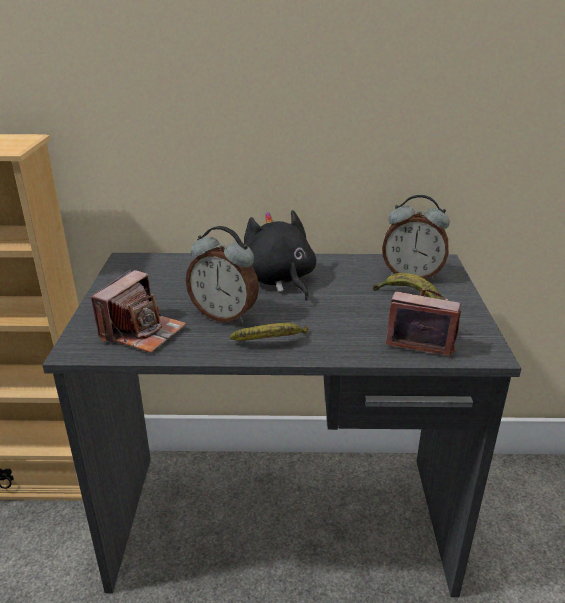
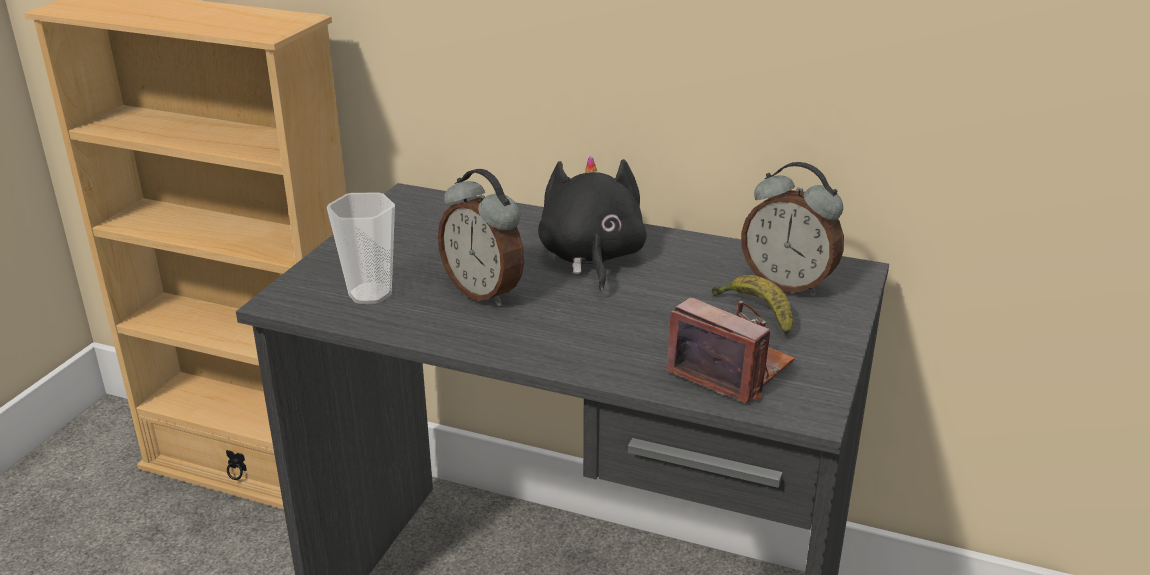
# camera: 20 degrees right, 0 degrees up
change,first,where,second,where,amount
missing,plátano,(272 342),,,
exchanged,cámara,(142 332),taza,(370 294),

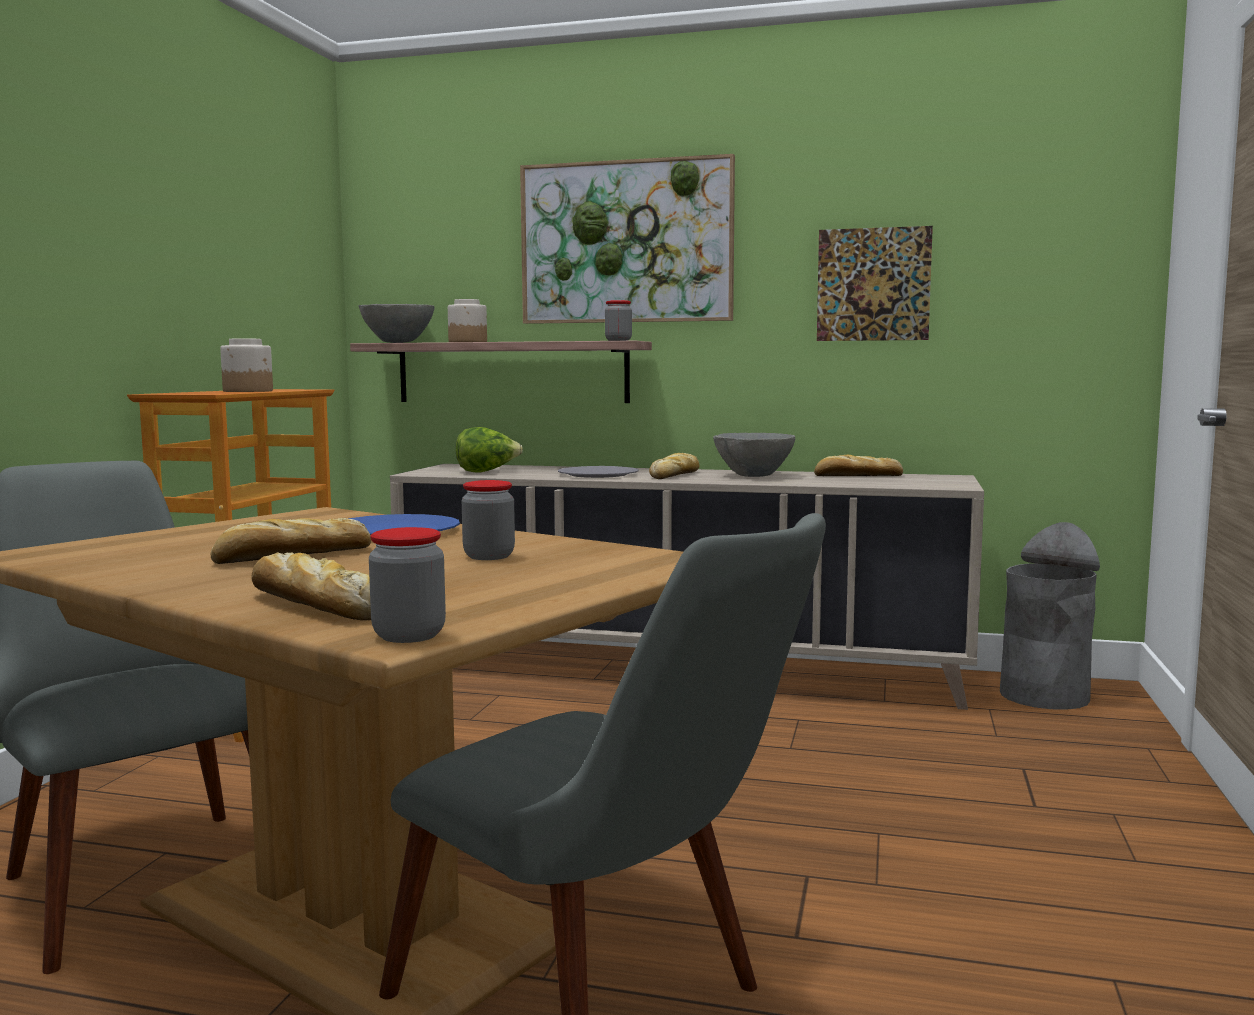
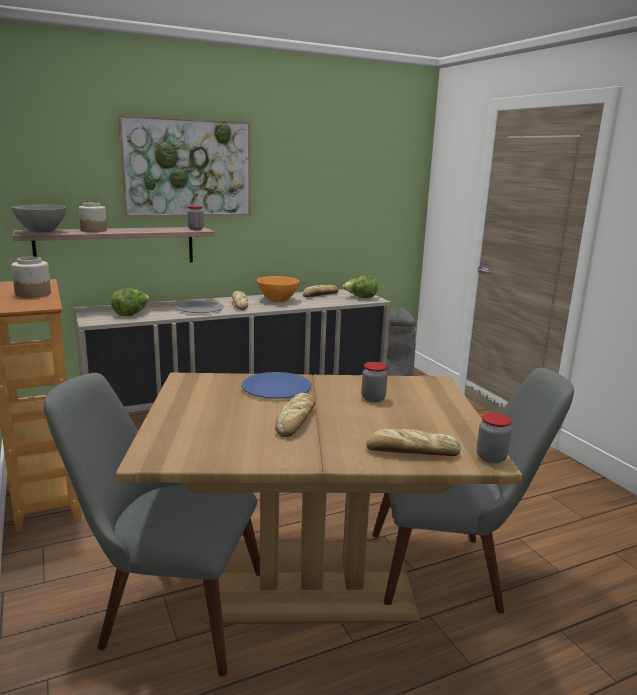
# camera: 40 degrees left, 10 degrees up
change,first,where,second,where,amount
missing,cuadro,(873 284),,,
appeared,,,lechuga,(361 298),
colour,cuenco/gris,(753 476),cuenco/naranja,(277 300),

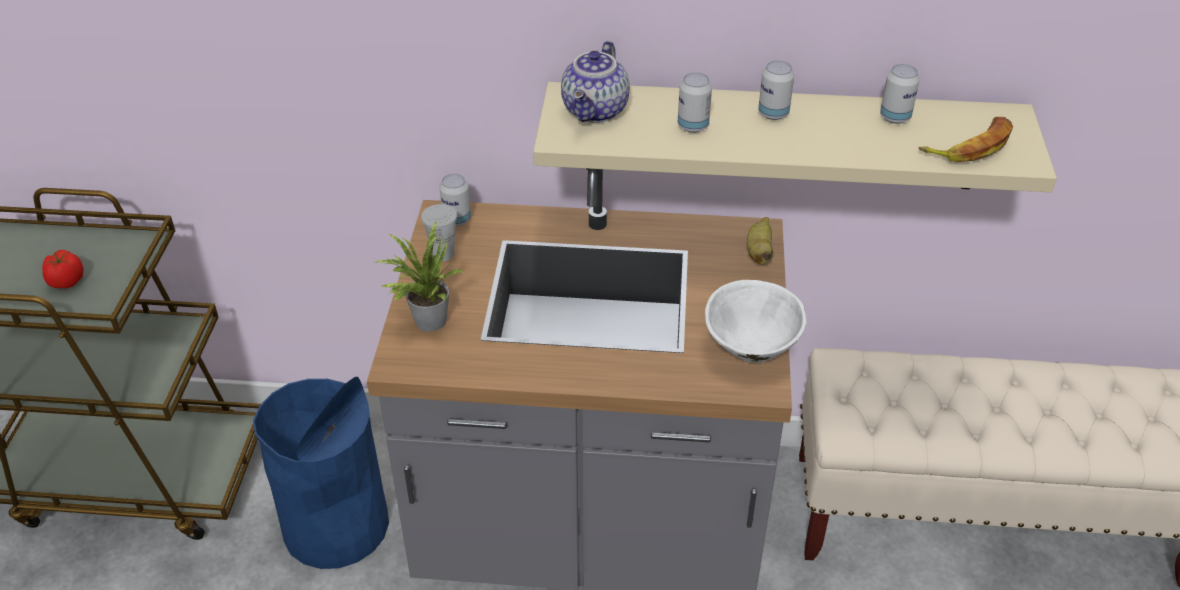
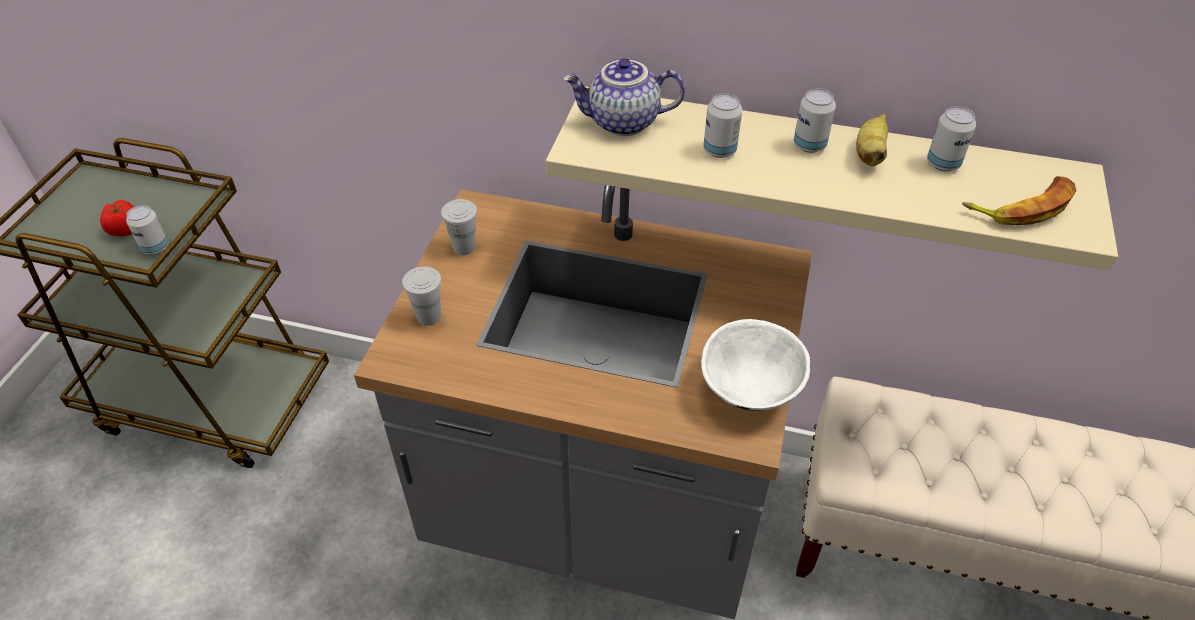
# camera: 10 degrees right, 5 degrees up
change,first,where,second,where,amount
missing,papelera/azul,(336 525),,,
relocated,lata,(457 220),,(155 248),
relocated,plátano,(759 253),,(869 154),
exchanged,planta en maceta,(426 320),taza/blanco,(429 316),
spun,tetera,(596 111),,(622 123),60 degrees clockwise

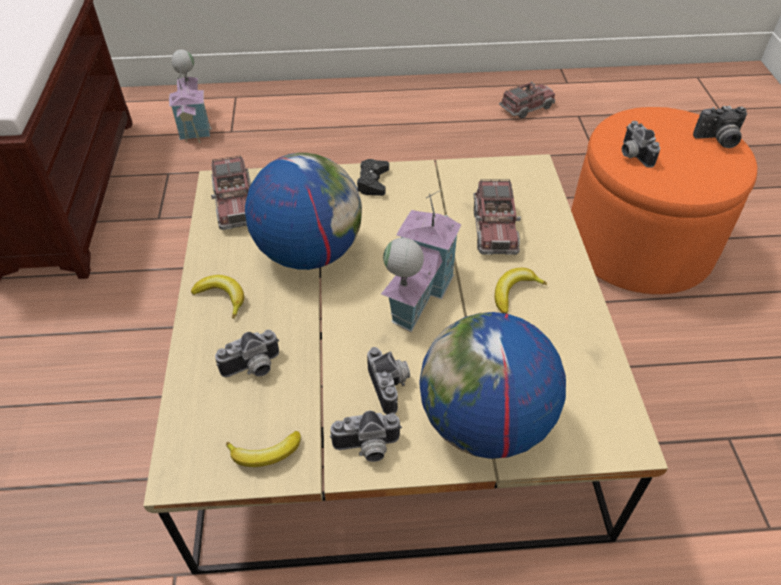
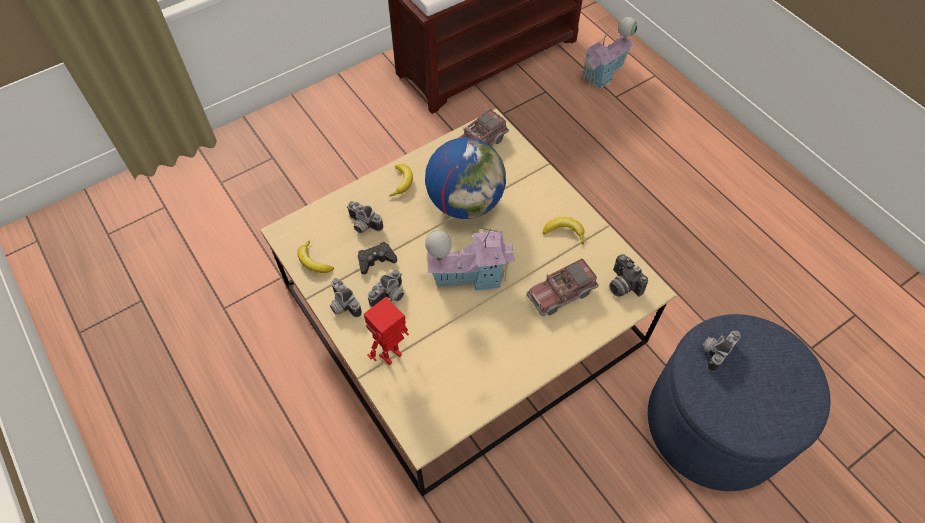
# camera: 60 degrees right, 10 degrees up
change,first,where,second,where,amount
missing,camión de juguete,(526 107),,,
relocated,mando de consola/negro,(372 182),,(376 260),
relocated,plátano,(514 292),,(564 232),
relocated,cámara,(718 140),,(622 285),
exchanged,globo terráqueo,(484 423),robot de juguete,(391 355),
colour,puf/naranja,(638 245),puf/azul,(714 424),

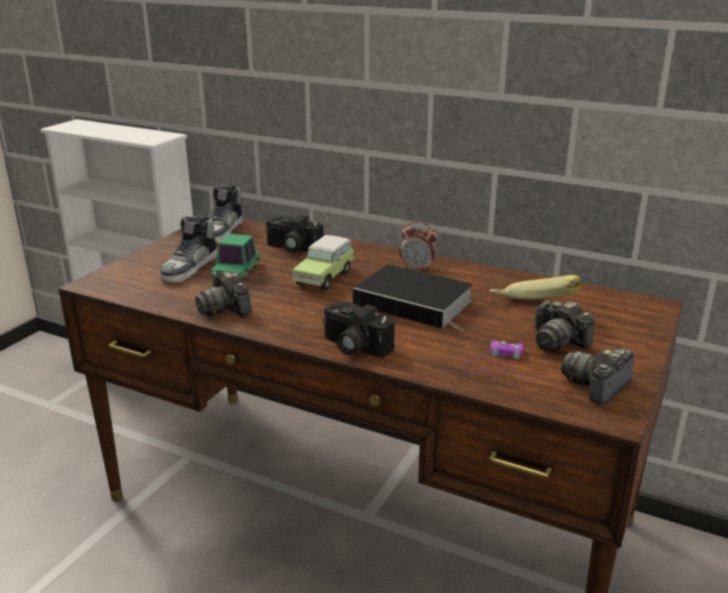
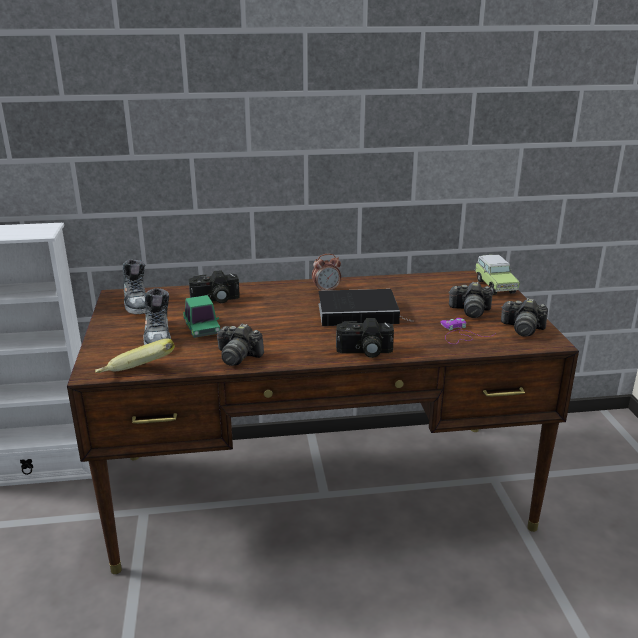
# camera: 35 degrees left, 0 degrees up
change,first,where,second,where,amount
relocated,coche de juguete,(325 277),,(494 286),
relocated,plátano,(532 308),,(137 376),
spun,cámara,(597 386),,(522 329),75 degrees counterclockwise

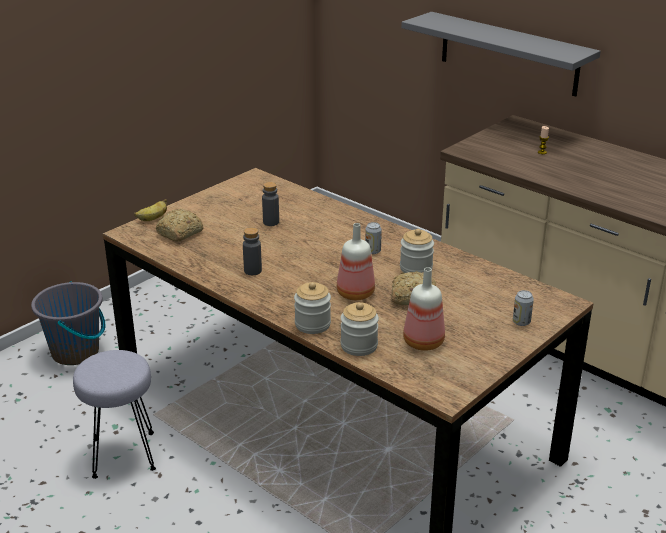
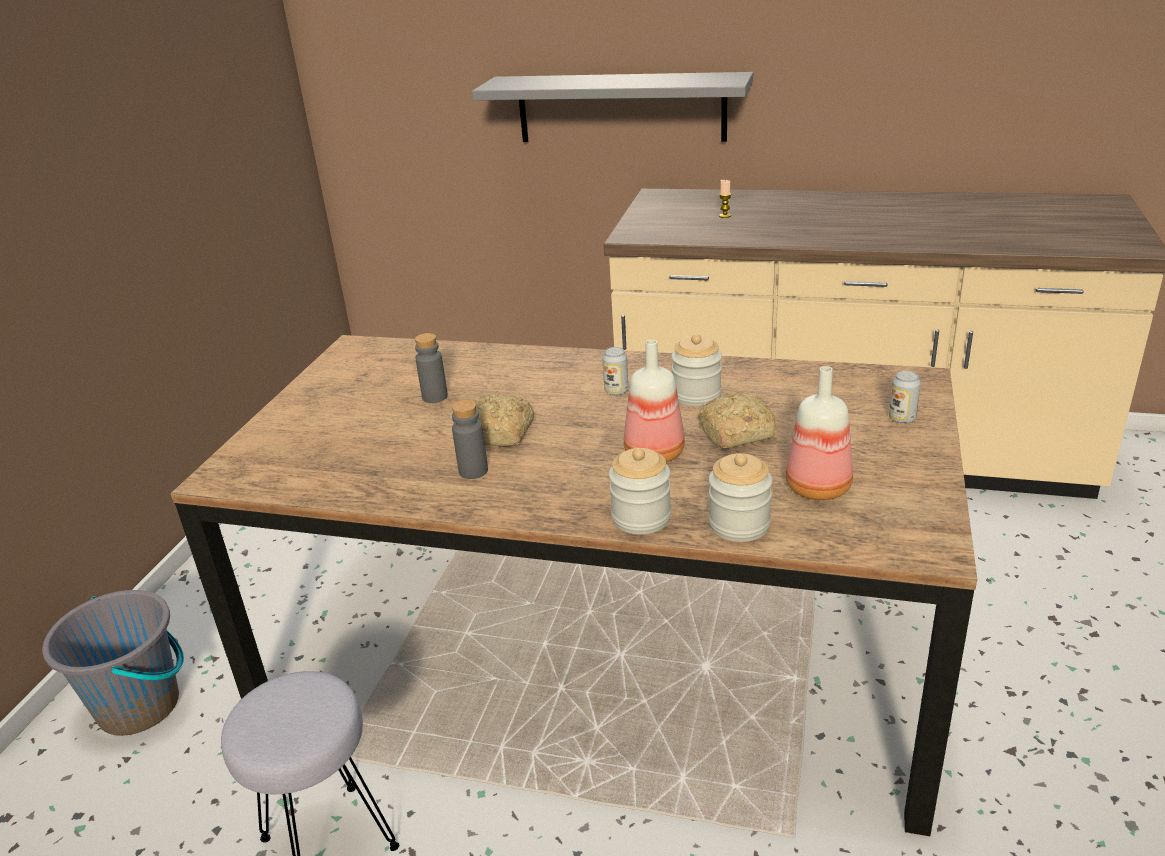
# camera: 25 degrees left, 0 degrees up
change,first,where,second,where,amount
missing,plátano,(152 219),,,
relocated,pan,(178 233),,(499 434),

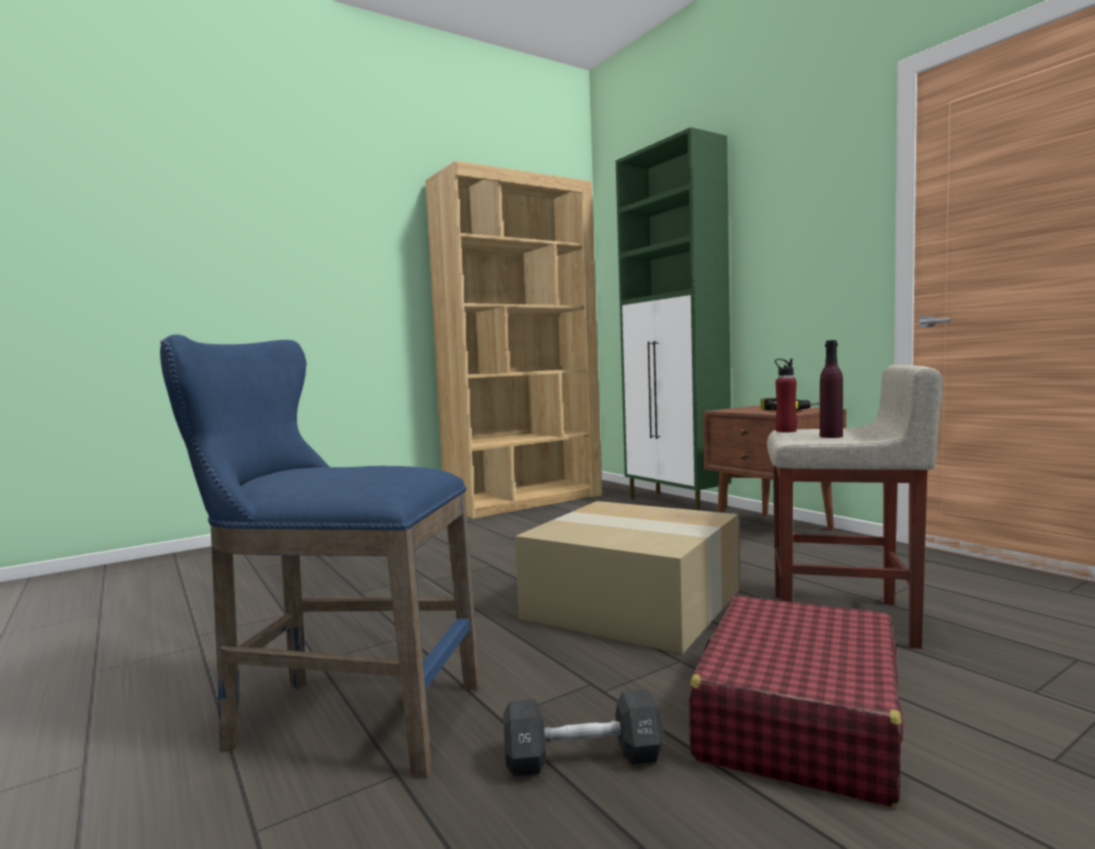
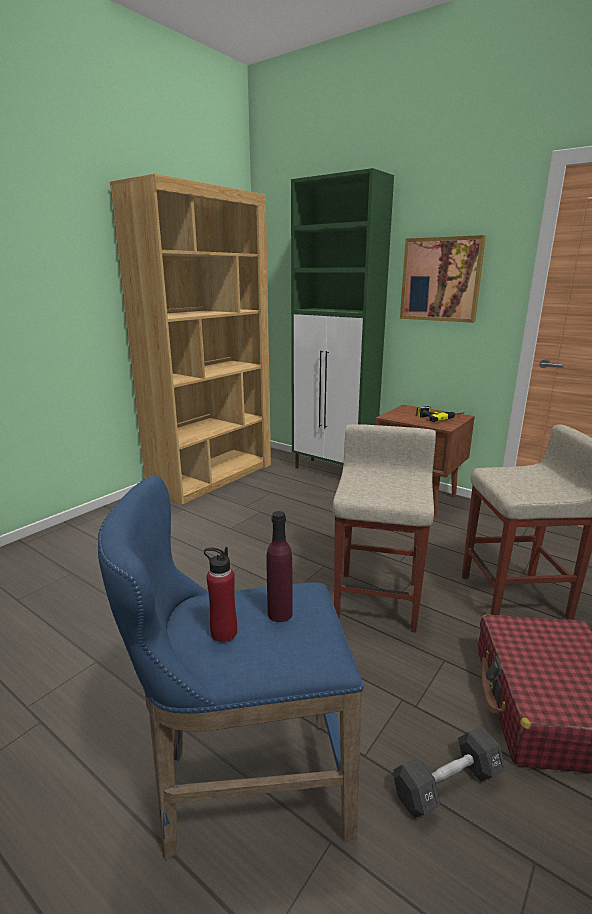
# camera: 20 degrees left, 15 degrees up
change,first,where,second,where,amount
appeared,,,cuadro,(441 279),
relocated,botella/rojo,(786 431),,(223 633),
relocated,botella/morado,(831 436),,(280 613),
exchanged,caja de cartón,(636 603),taburete/beis,(377 599),

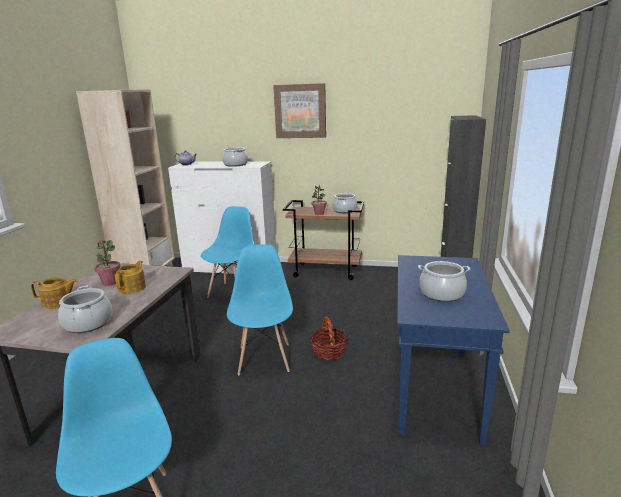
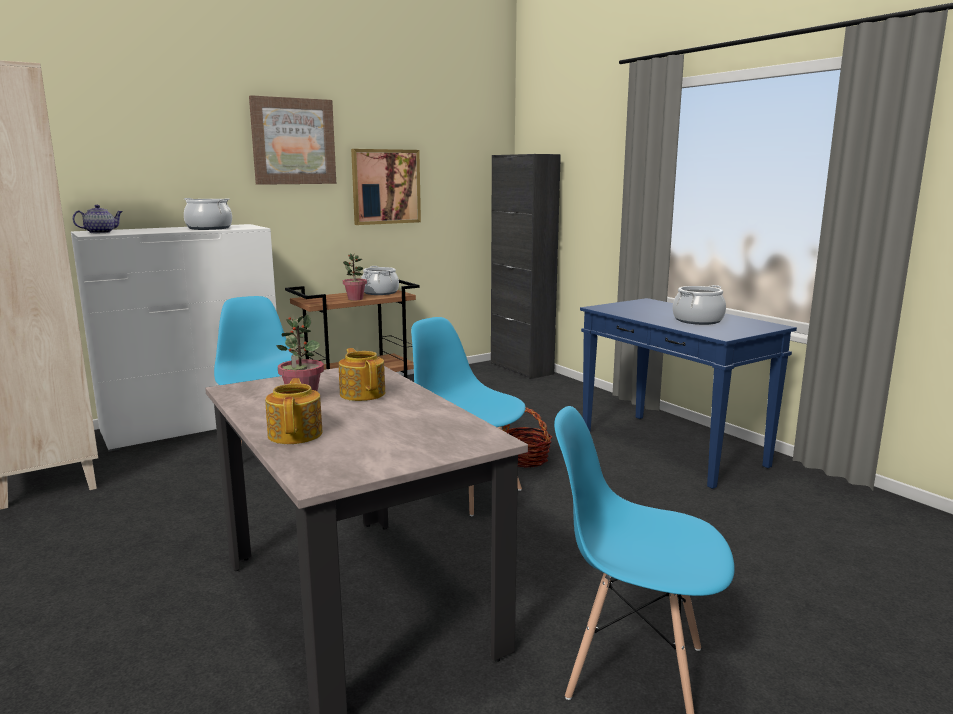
# camera: 45 degrees left, 5 degrees down
change,first,where,second,where,amount
missing,olla,(88 323),,,
appeared,,,cuadro,(386 186),
spun,tetera,(58 303),,(296 434),45 degrees counterclockwise

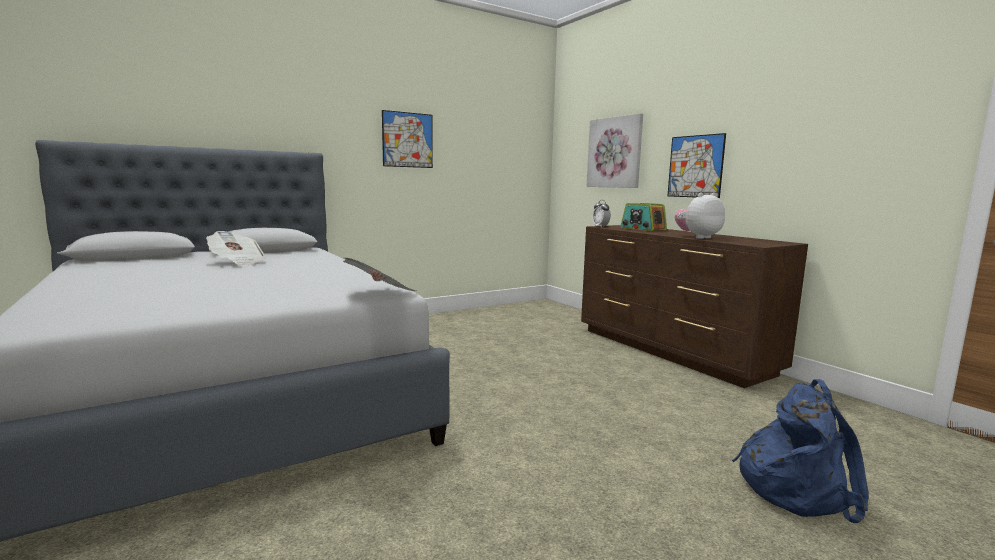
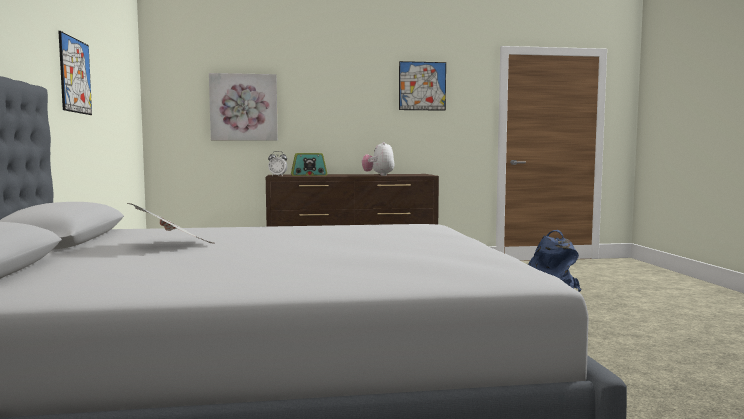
# camera: 65 degrees left, 5 degrees down
change,first,where,second,where,amount
missing,periódico,(381 294),,,
relocated,cuadro,(695 166),,(422 86),

